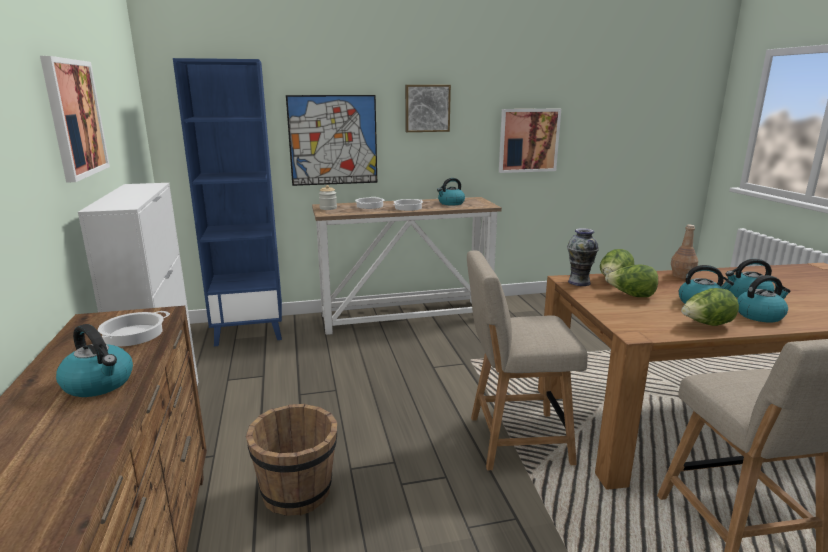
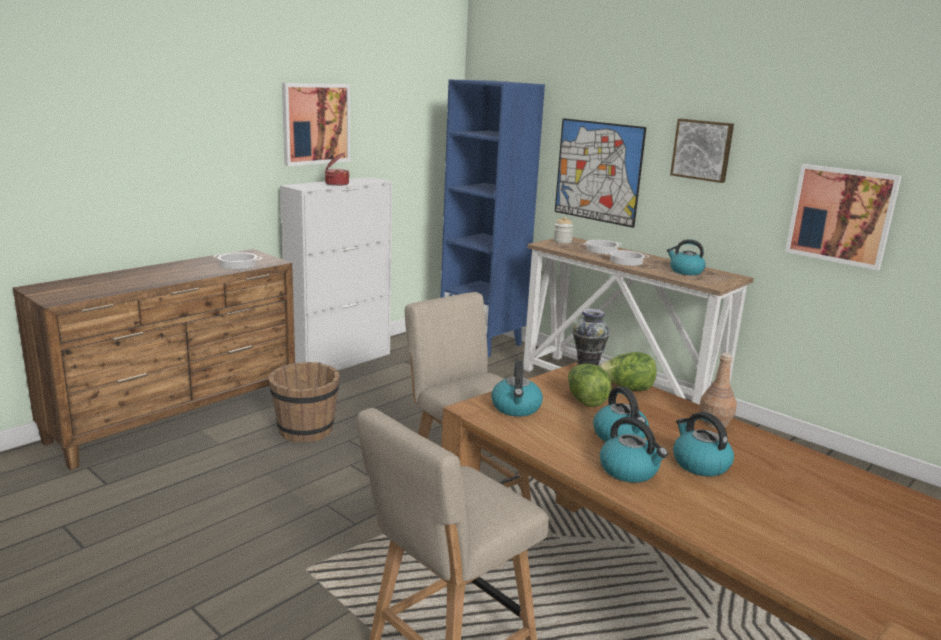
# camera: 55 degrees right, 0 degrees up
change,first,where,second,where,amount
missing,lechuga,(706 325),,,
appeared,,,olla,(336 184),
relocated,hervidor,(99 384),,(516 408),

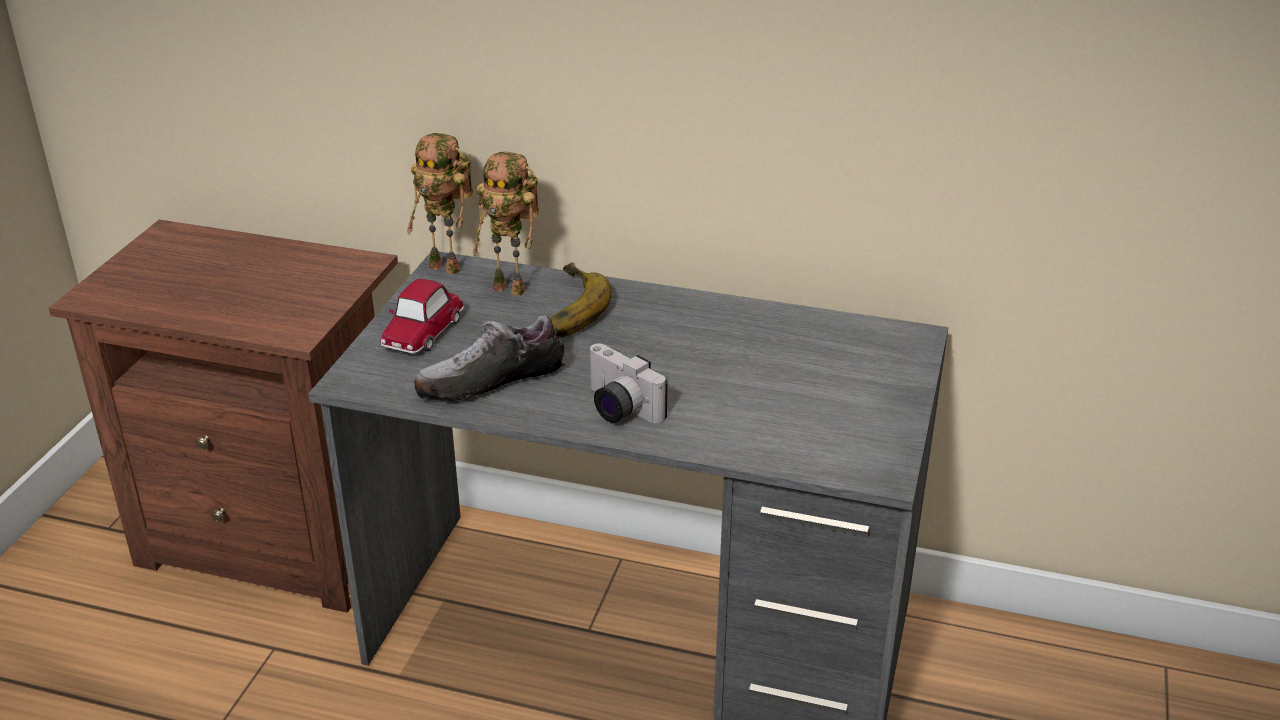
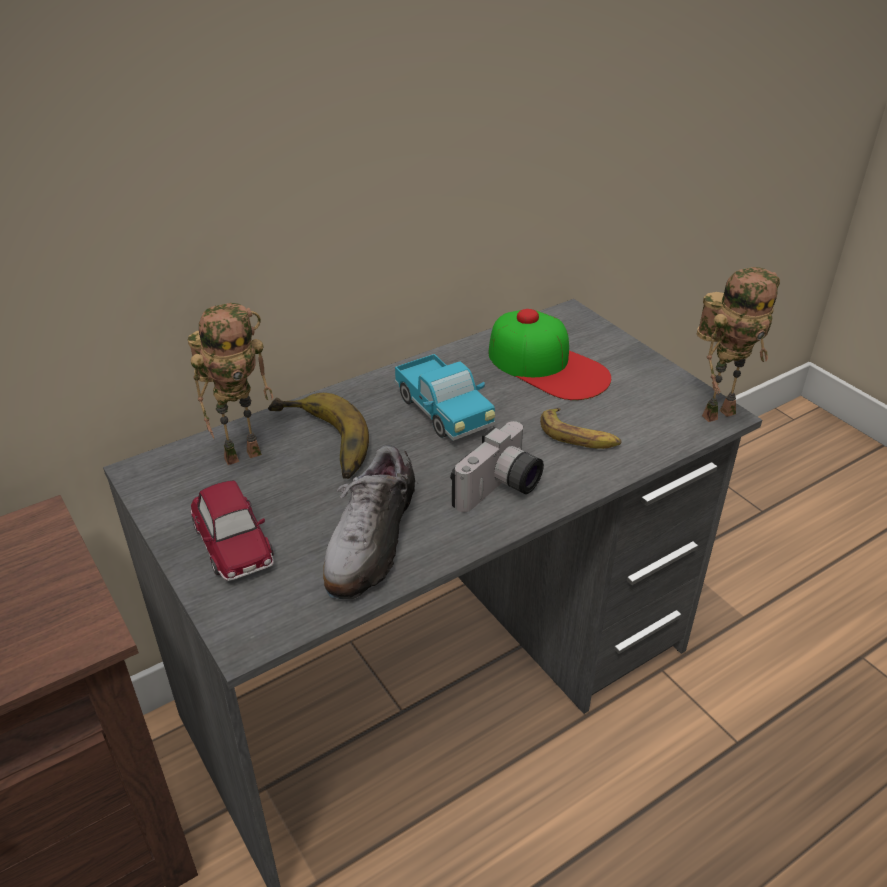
# camera: 50 degrees left, 5 degrees up
change,first,where,second,where,amount
appeared,,,camión de juguete,(444 413),
appeared,,,gorra,(547 365),
appeared,,,plátano,(579 436),
relocated,robot de juguete,(448 267),,(718 412),
spun,cámara,(617 408),,(500 490),45 degrees counterclockwise

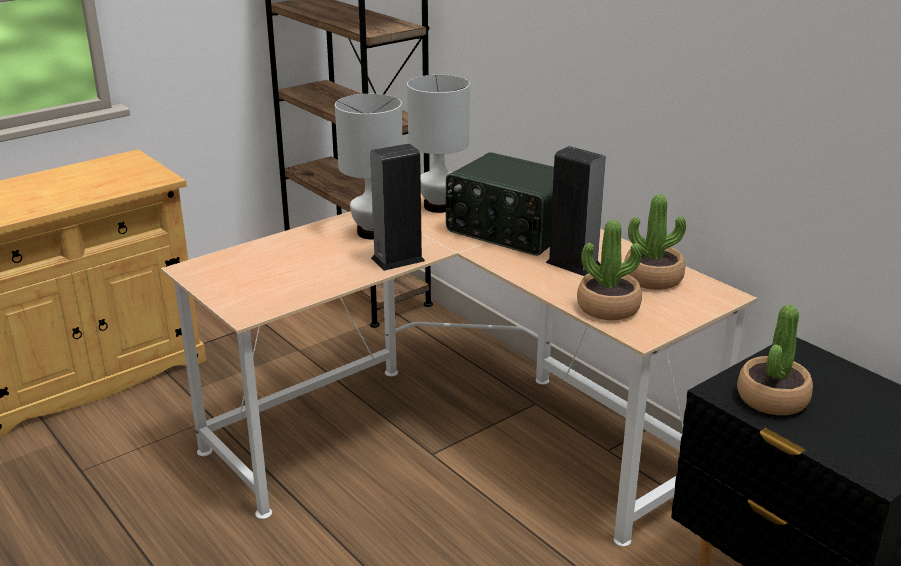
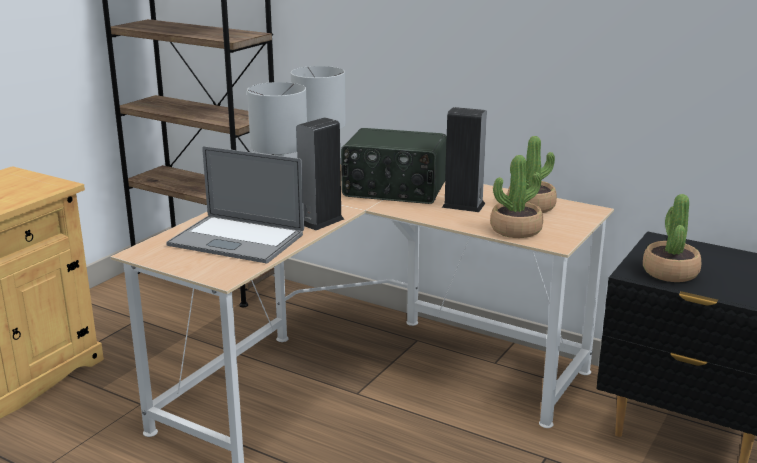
# camera: 20 degrees left, 5 degrees down
change,first,where,second,where,amount
appeared,,,portátil,(236 240),

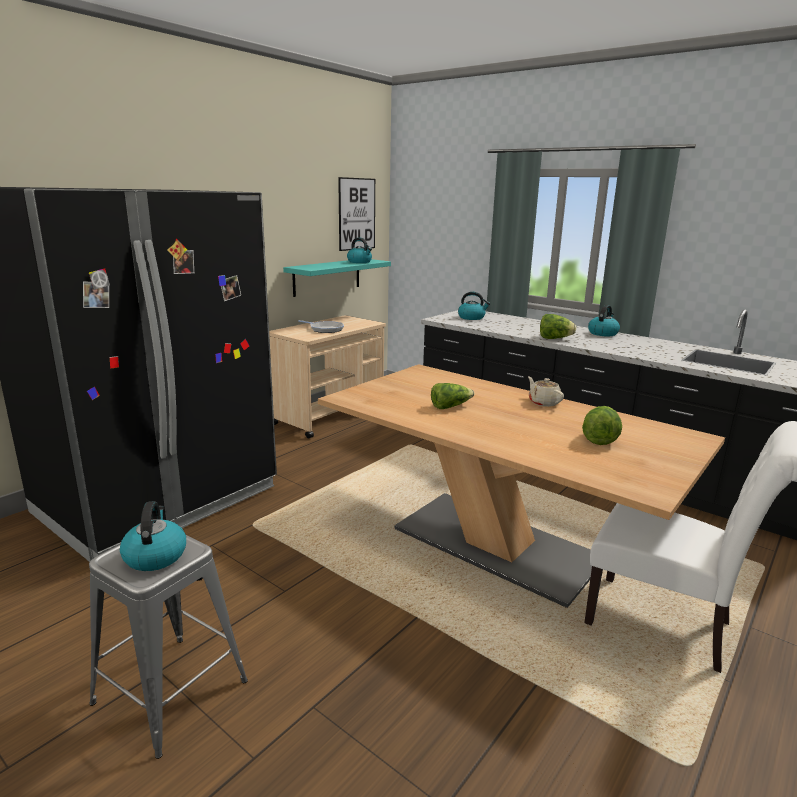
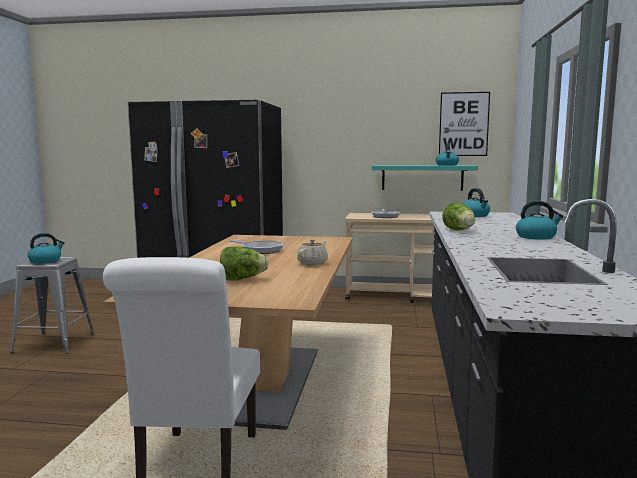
# camera: 60 degrees right, 10 degrees down
change,first,where,second,where,amount
exchanged,lechuga,(450 406),sartén,(260 250),

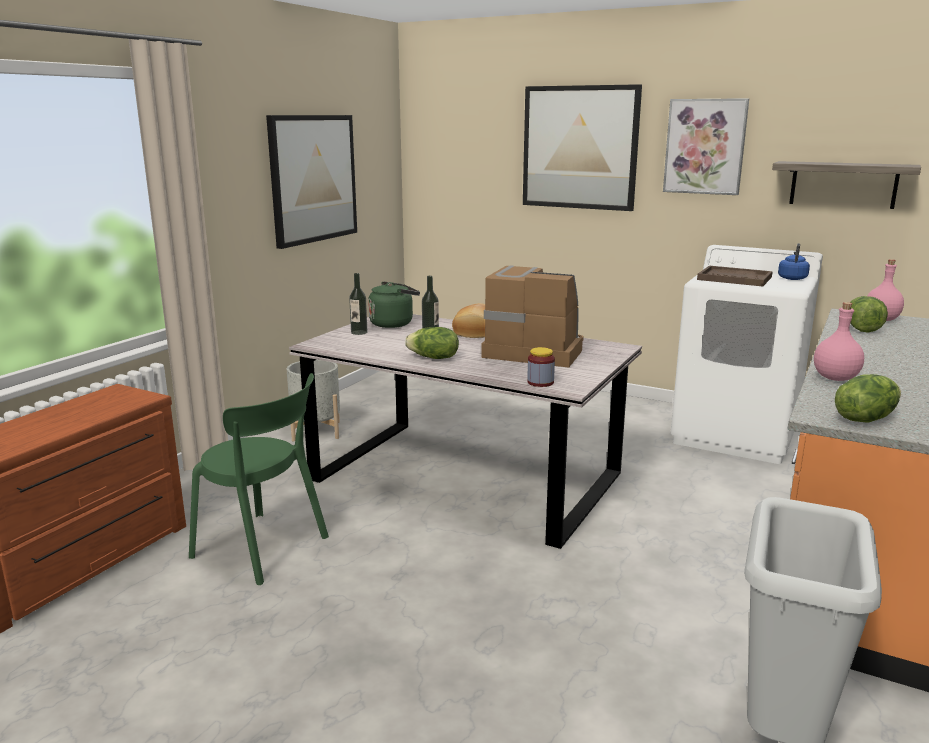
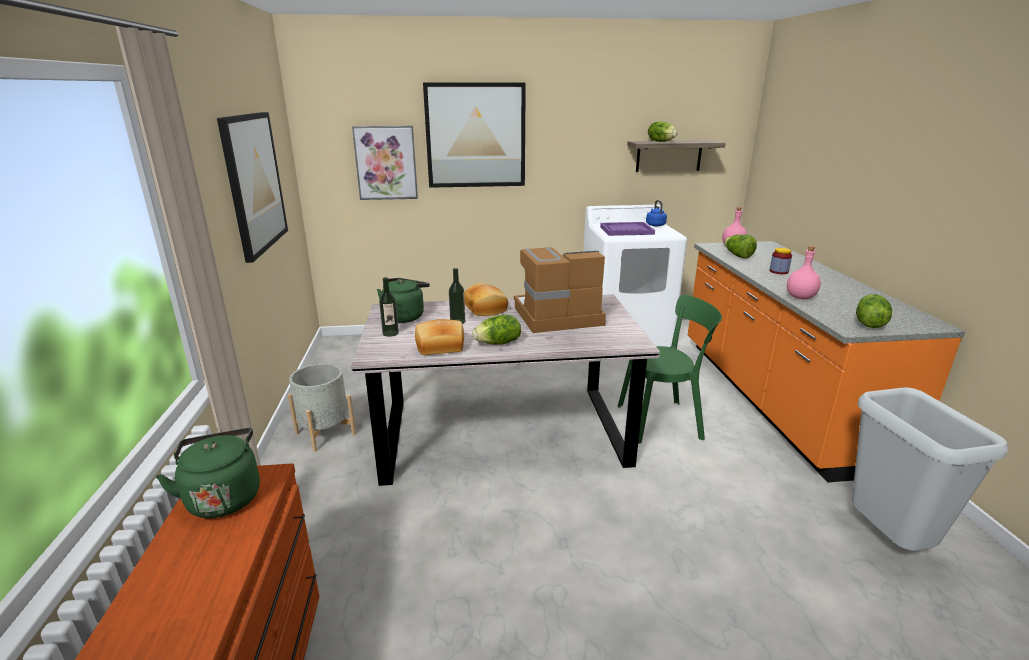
# camera: 35 degrees left, 5 degrees up
change,first,where,second,where,amount
appeared,,,hervidor/verde,(224 497),
appeared,,,pan,(440 347),
appeared,,,lechuga,(661 141),
relocated,silla/verde,(264 548),,(663 421),
relocated,tarro,(540 382),,(778 271),
relocated,cuadro,(705 146),,(386 163),
colour,bandeja/marrón,(734 278),bandeja/morado,(626 230),

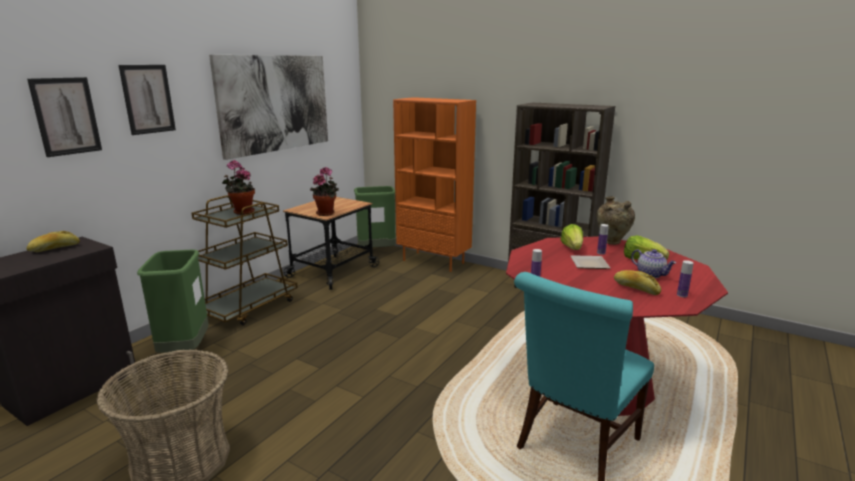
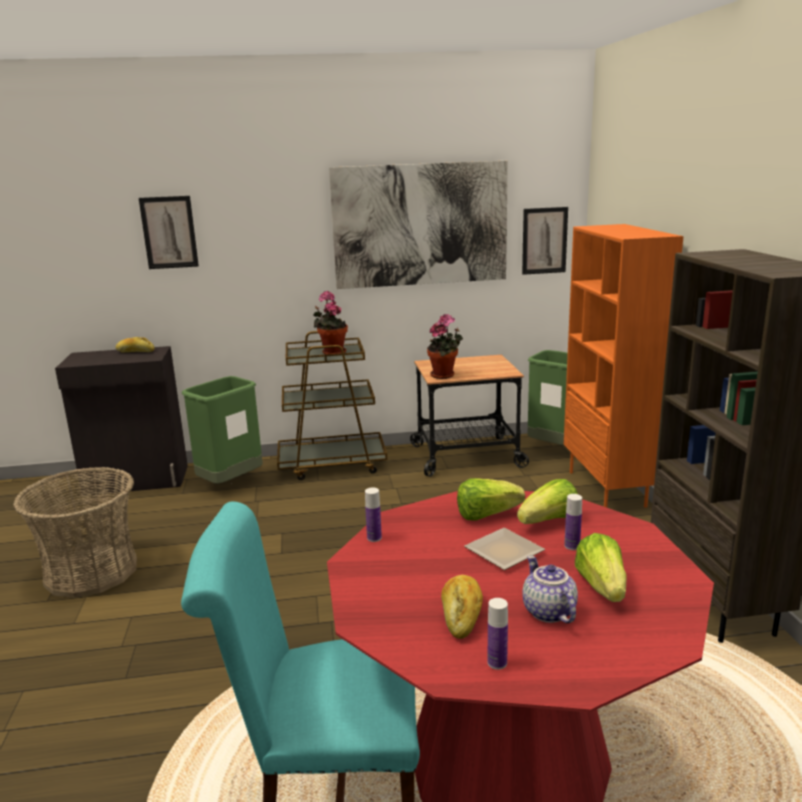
# camera: 50 degrees right, 0 degrees up
change,first,where,second,where,amount
missing,florero/beis,(612 243),,,
appeared,,,lechuga,(486 515),
relocated,cuadro,(148 99),,(544 240),
spun,tetera,(651 274),,(547 612),150 degrees clockwise

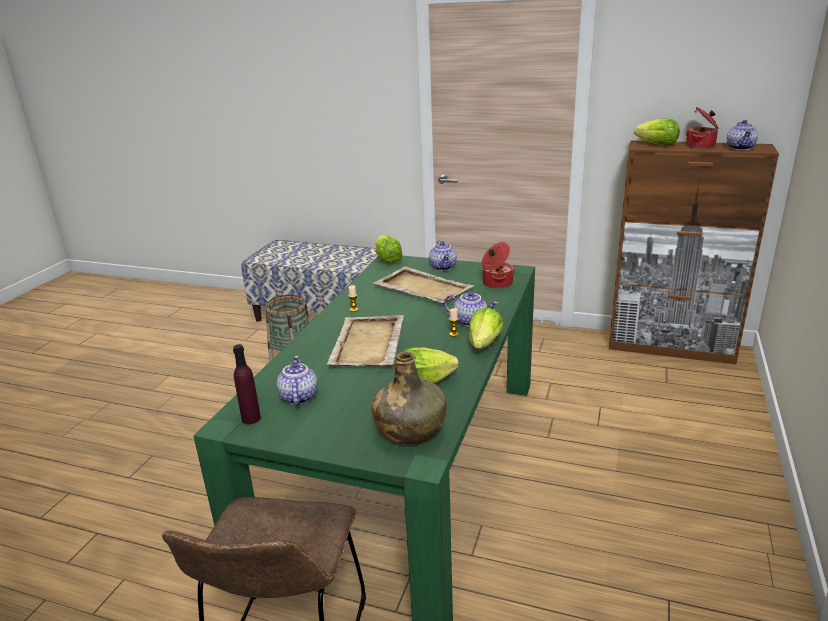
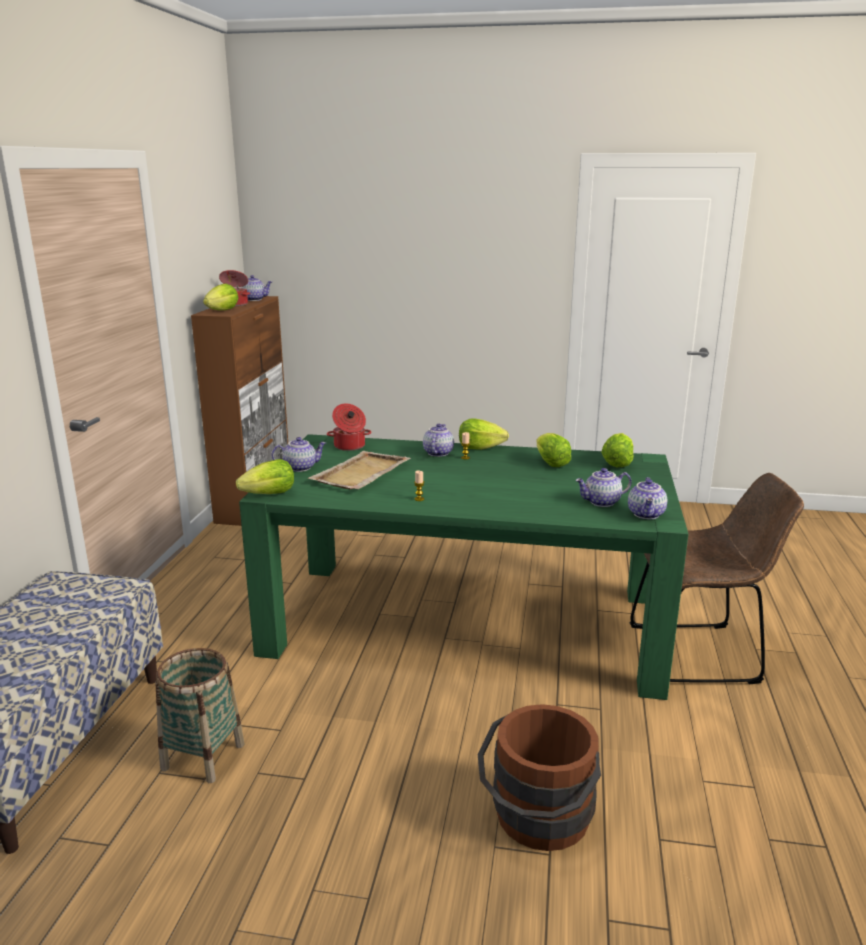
# camera: 100 degrees left, 5 degrees down
change,first,where,second,where,amount
missing,bandeja/beis,(367 344),,,
appeared,,,cubo/marrón,(538 821),
exchanged,botella/morado,(251 418),tetera,(647 514),
exchanged,botella/verde,(410 429),lechuga,(617 463),

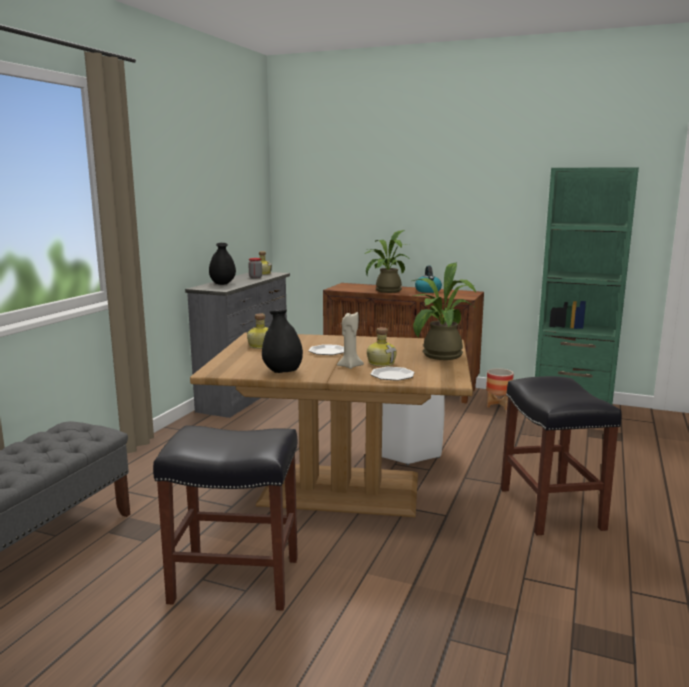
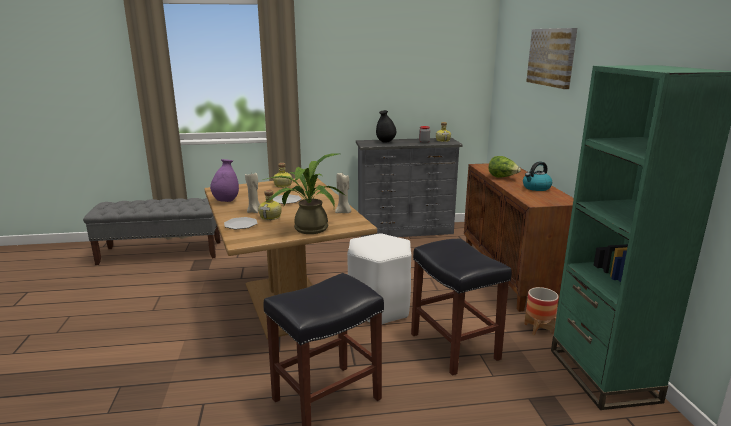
# camera: 60 degrees right, 5 degrees up
change,first,where,second,where,amount
appeared,,,vela/beis,(343 212),
appeared,,,cuadro,(552 57),
relocated,taburete/negro,(233 580),,(453 346),
exchanged,planta en maceta,(385 291),lechuga,(502 177),
colour,florero/negro,(282 372),florero/morado,(226 201),

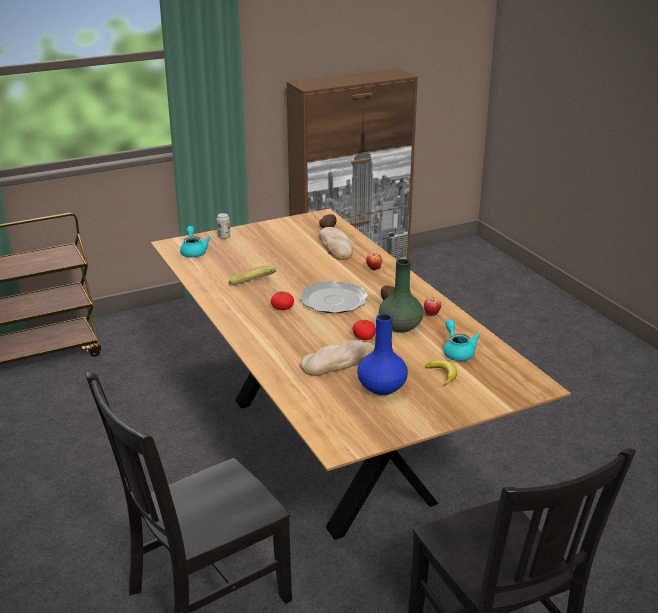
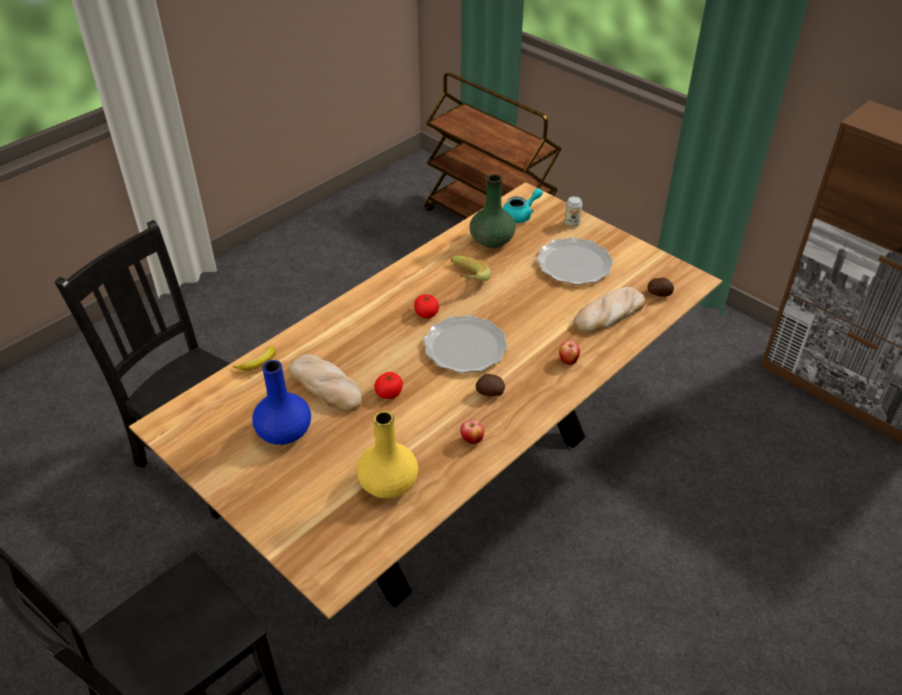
# camera: 70 degrees right, 15 degrees up
change,first,where,second,where,amount
appeared,,,plato,(574 264),
relocated,florero/verde,(400 327),,(491 241),
relocated,plátano,(442 375),,(258 363),
exchanged,tetera/turquesa,(457 352),florero/amarillo,(388 483),

